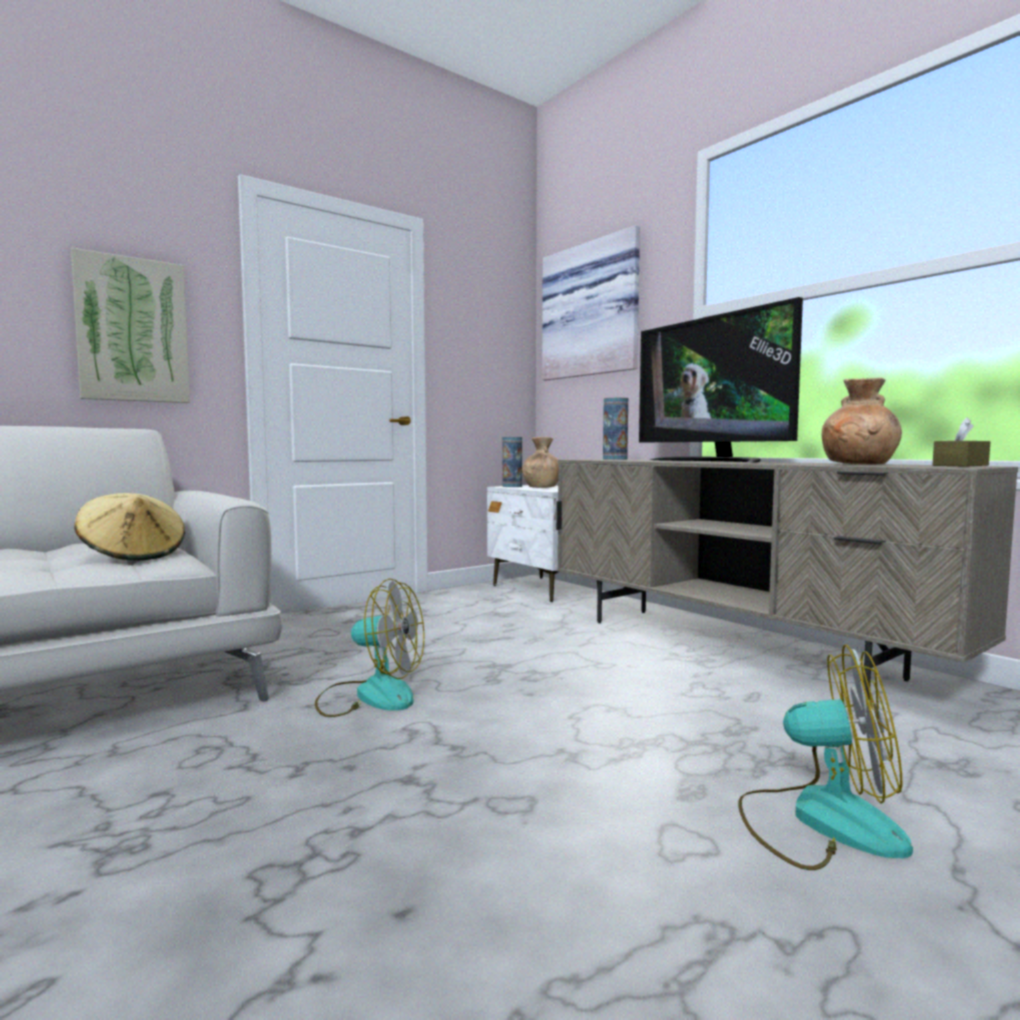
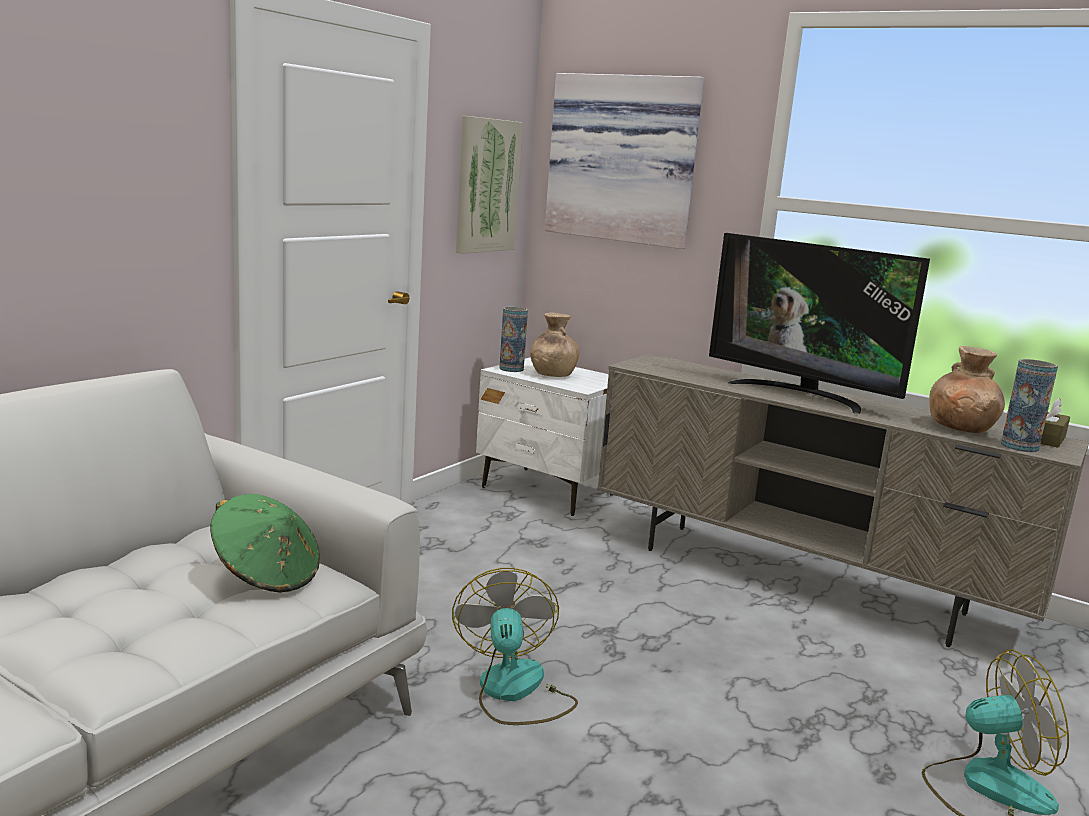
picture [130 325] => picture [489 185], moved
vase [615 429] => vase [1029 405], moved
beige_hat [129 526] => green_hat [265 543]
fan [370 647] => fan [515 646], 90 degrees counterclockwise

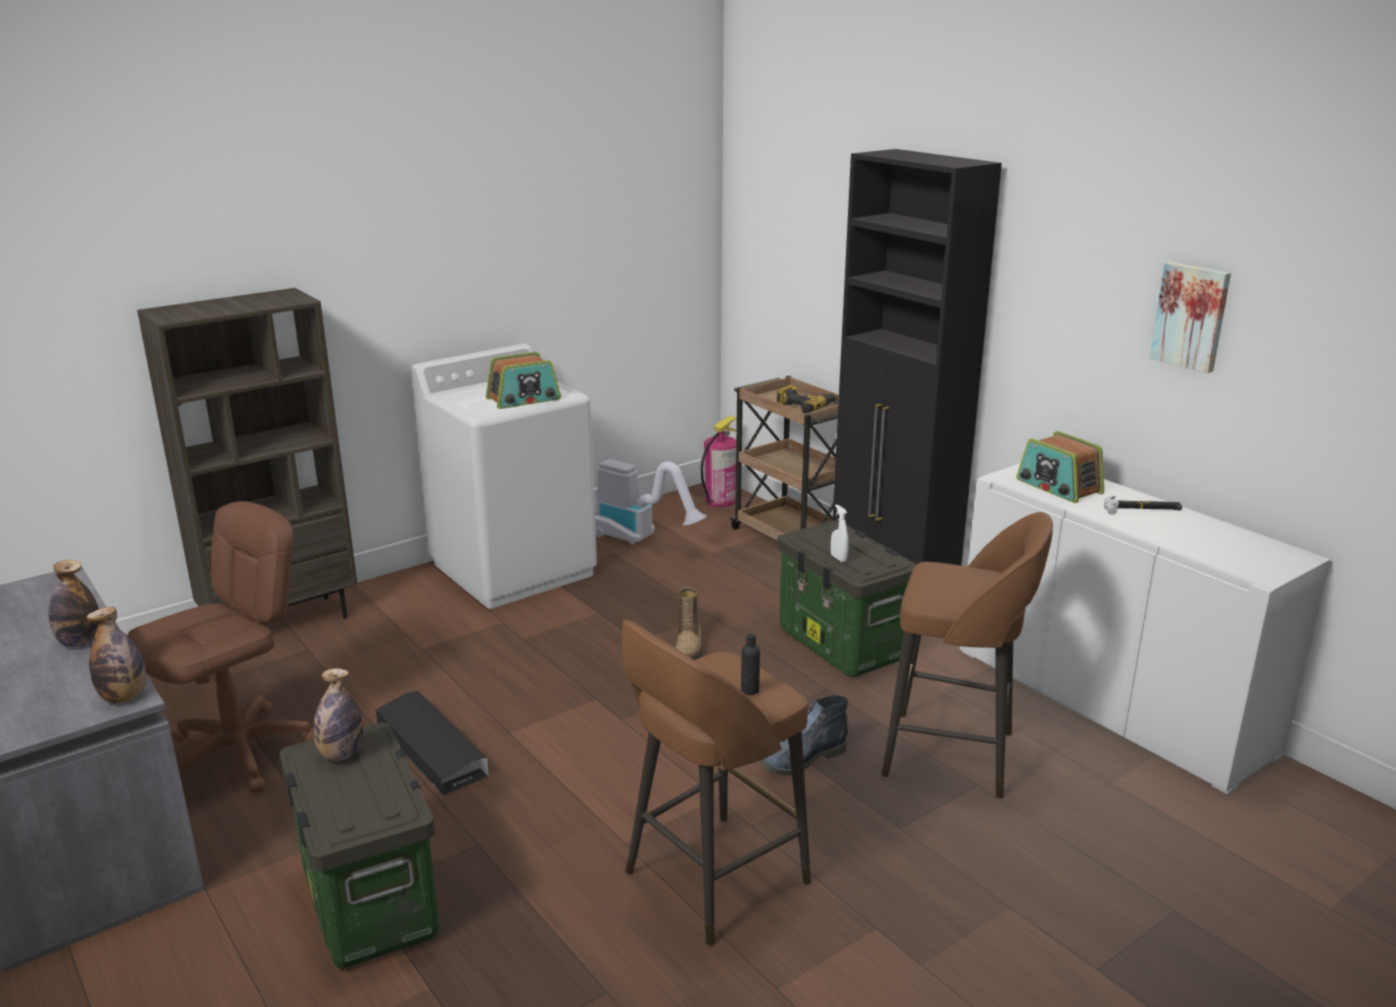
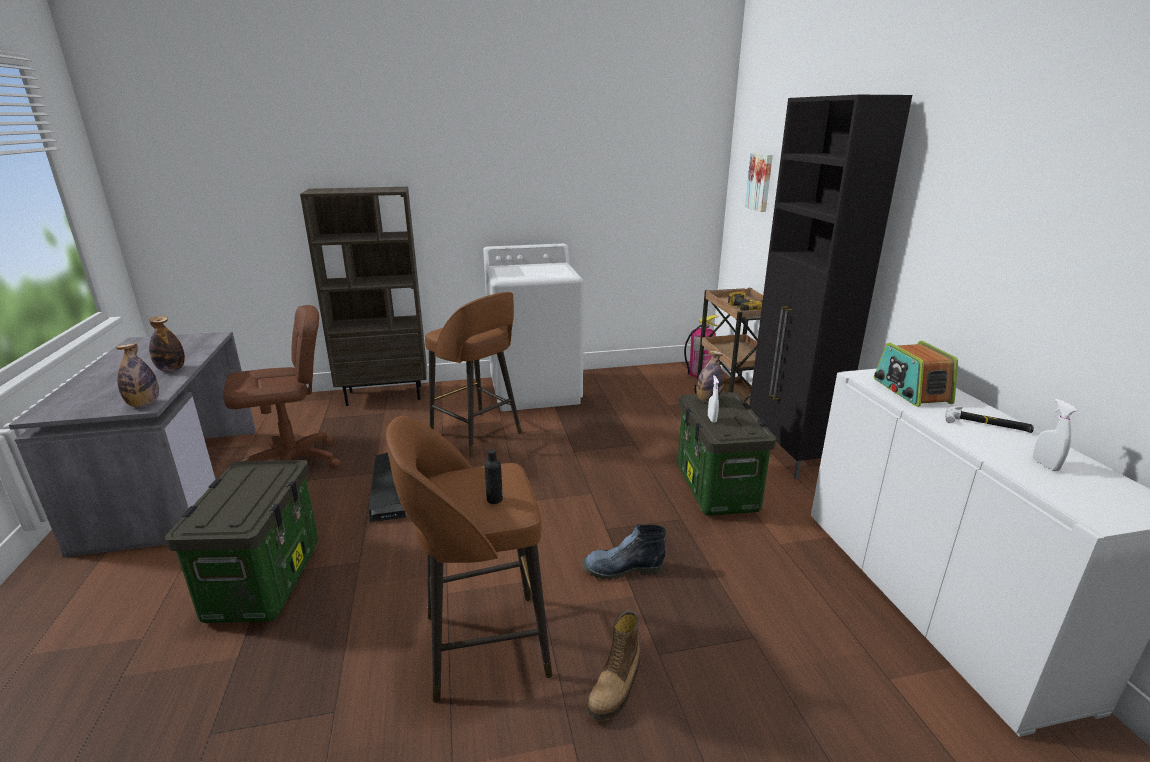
radio [523 380] => nothing
vacuum_cleaner [651 502] => nothing
nothing => white_spray_bottle [1055 435]
bottle [338 714] => bottle [710 377], moved
boot [689 623] => boot [613 665], moved
brown_stool [967 655] => brown_stool [473 374], moved
picture [1190 317] => picture [759 182], moved

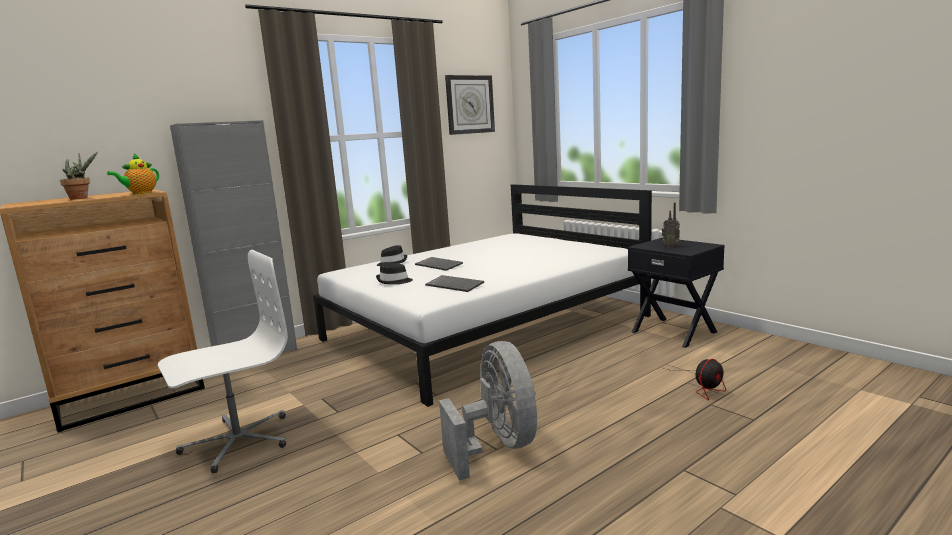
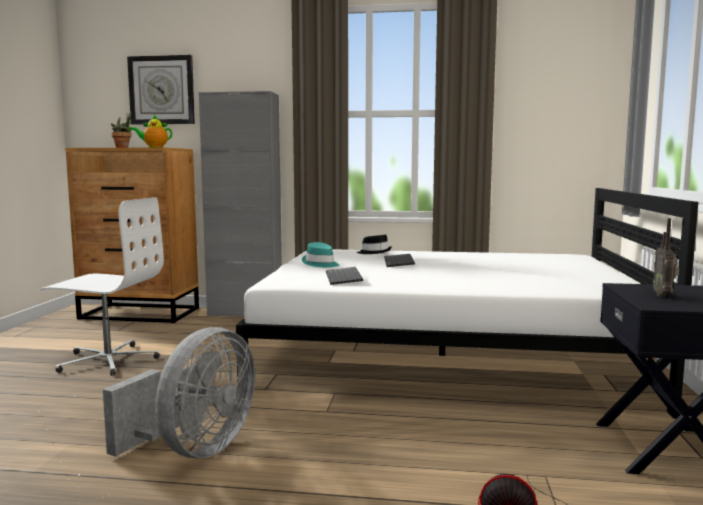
wall_clock [470 105] => wall_clock [161 90], moved
black_hat [394 273] => turquoise_hat [320 254]

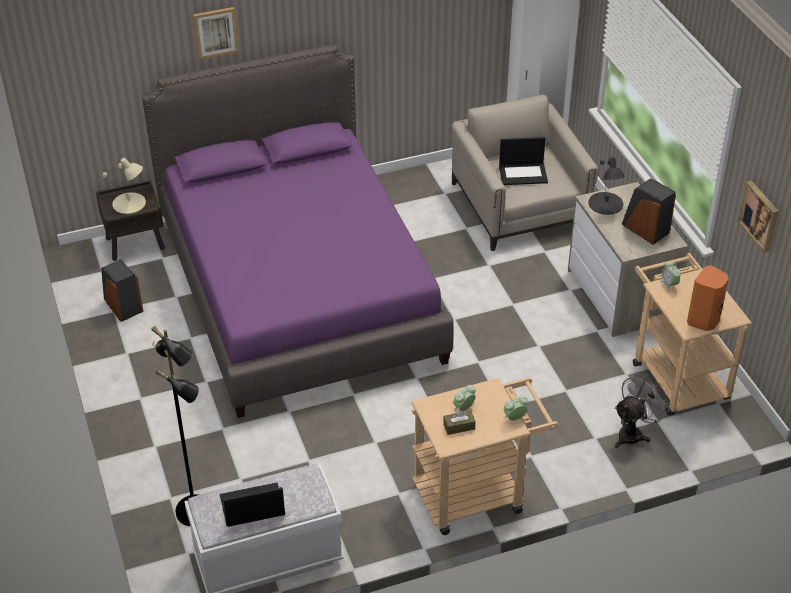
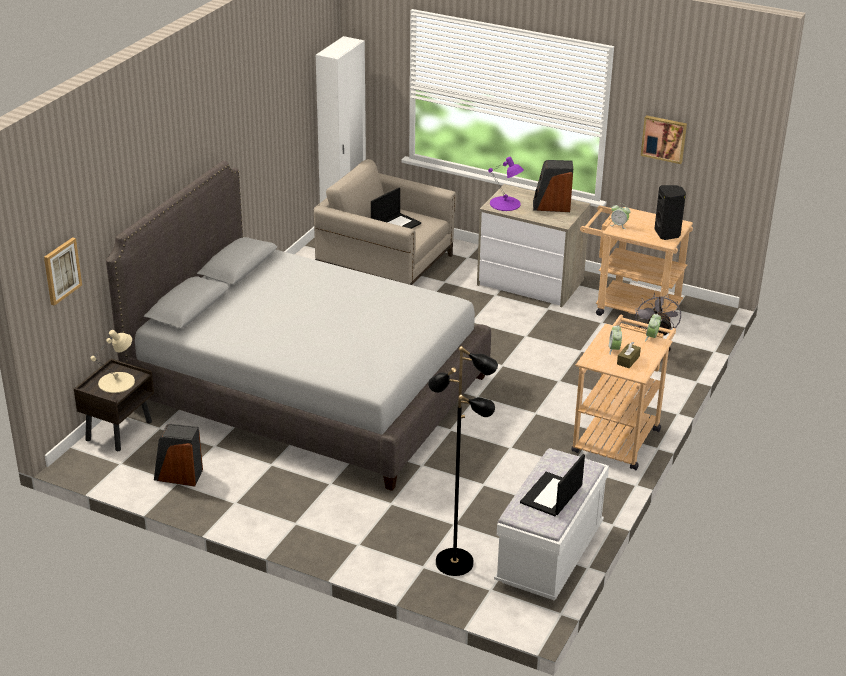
picture [216 33] => picture [63 271], moved
purple_bed [298 231] => grey_bed [298 326]
black_table_lamp [606 186] => purple_table_lamp [506 184]
orange_speaker [708 298] => black_speaker [670 212]

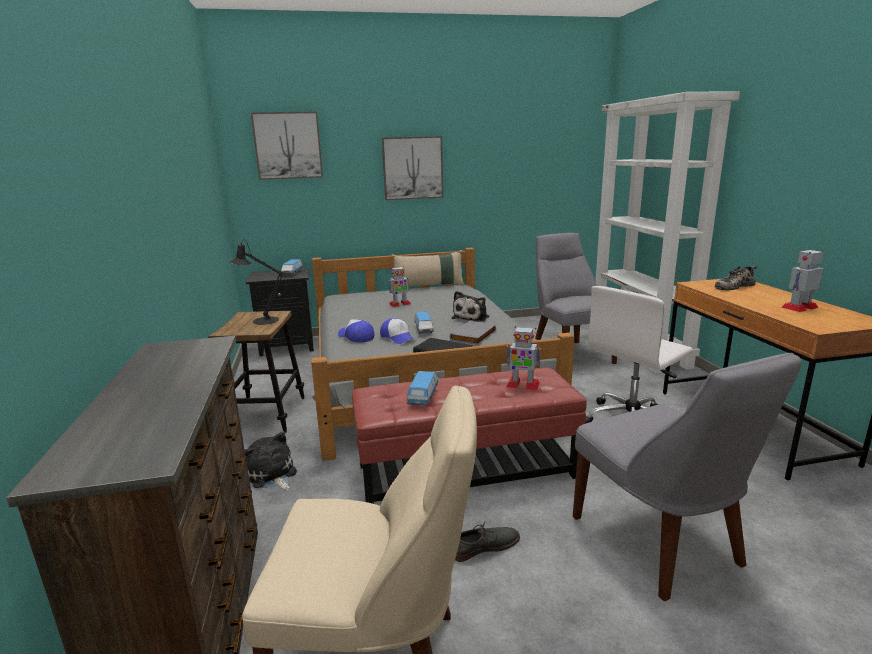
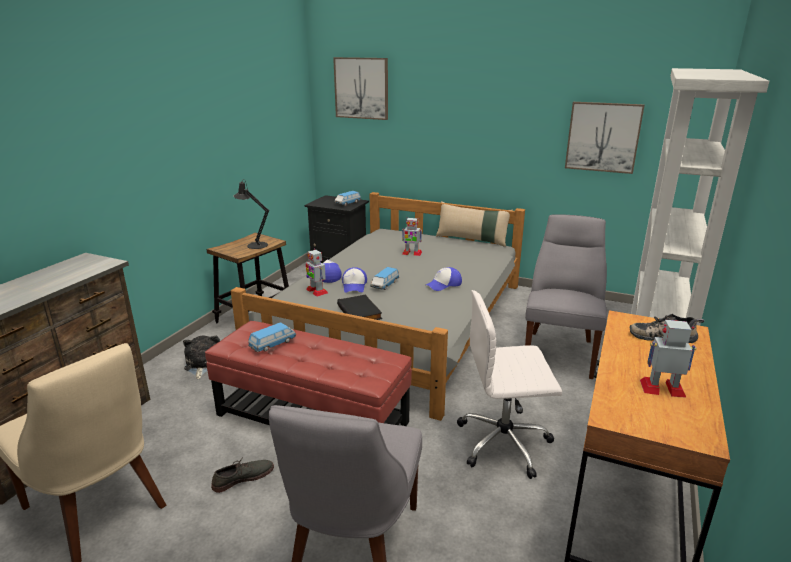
grey_book [473 332] => nothing
picture [412 168] => picture [605 138], moved
toy_robot [523 358] => toy_robot [317 273], moved
plush_toy [470 306] => cap [444 279]
grey_shoe [487 542] => grey_shoe [242 476], 45 degrees counterclockwise

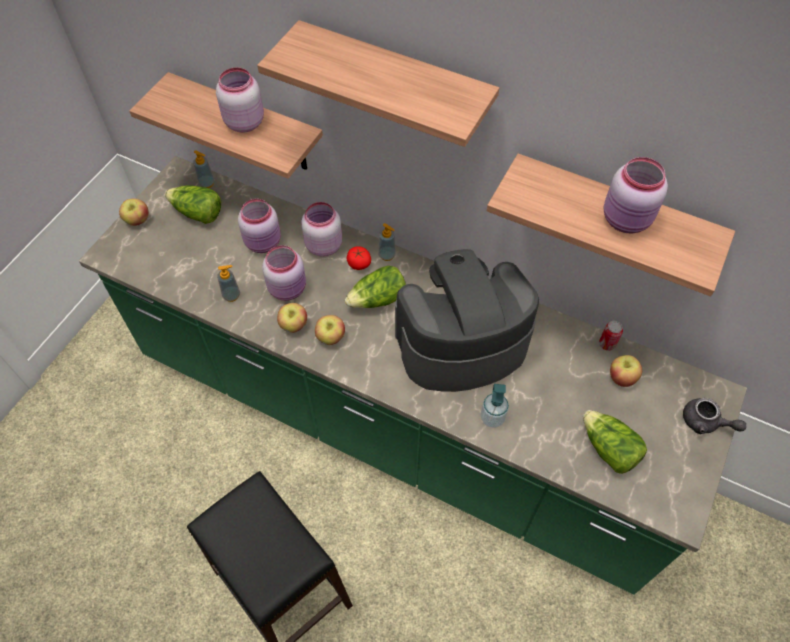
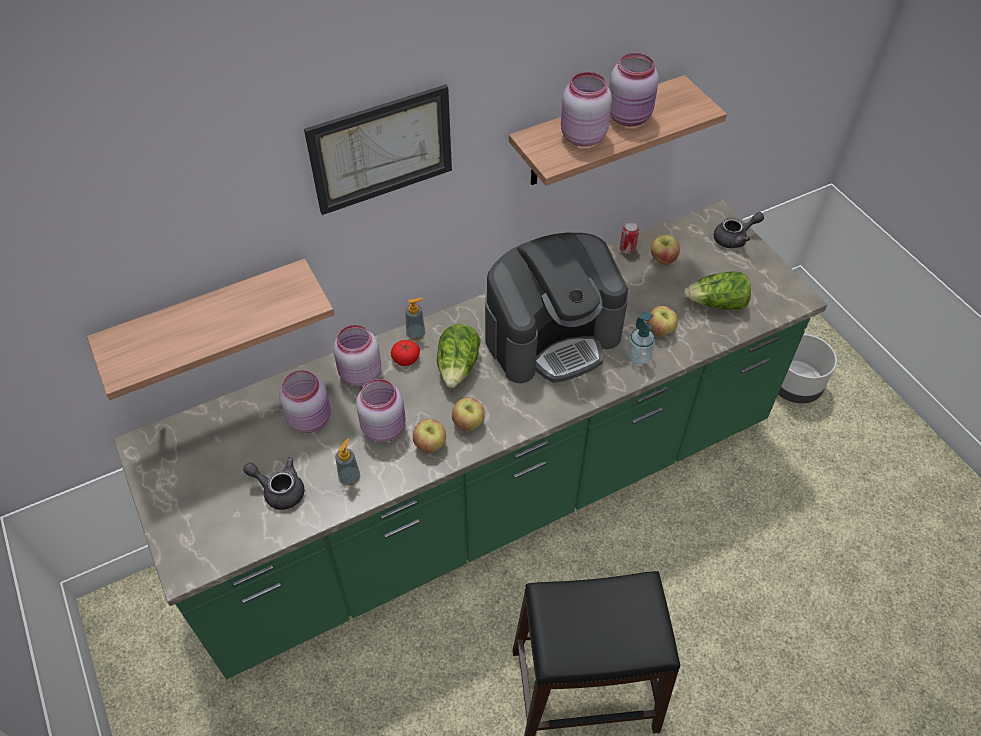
lettuce [193 204] => nothing
soap_dispenser [204 169] => nothing
nothing => grey_teapot [274 483]
nothing => grey_planter [807 369]
apple [134 212] => apple [662 321], moved
pink_jar [240 100] => pink_jar [586 109], moved
shelf [378 83] => picture [378 149]
coffee_machine [467 320] => coffee_machine [556 308], 135 degrees counterclockwise

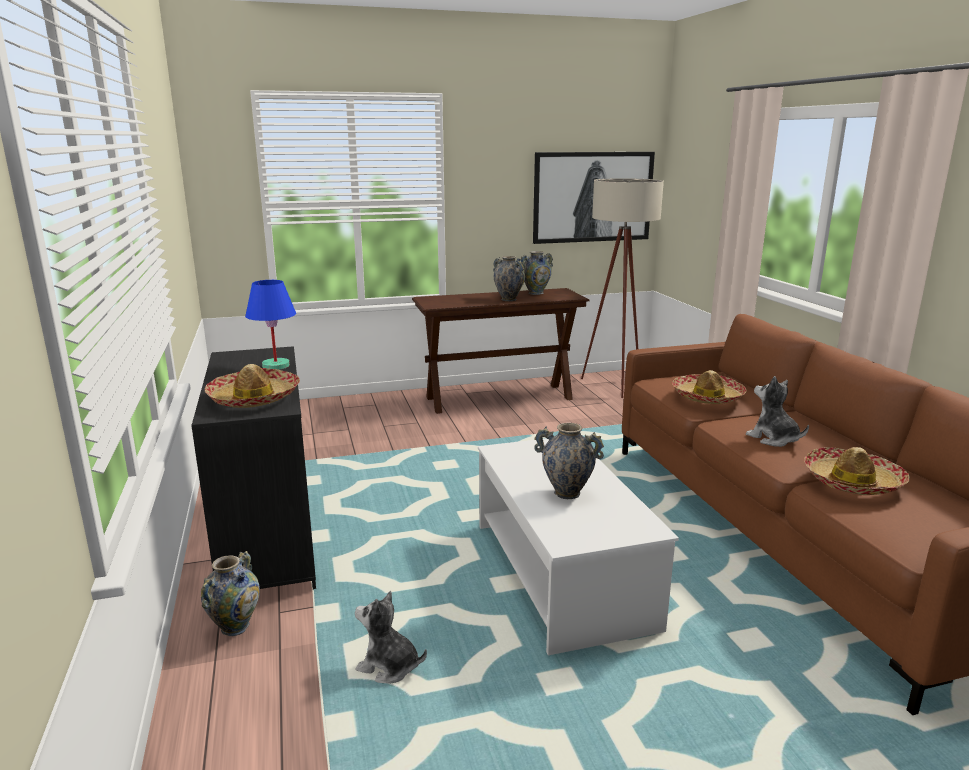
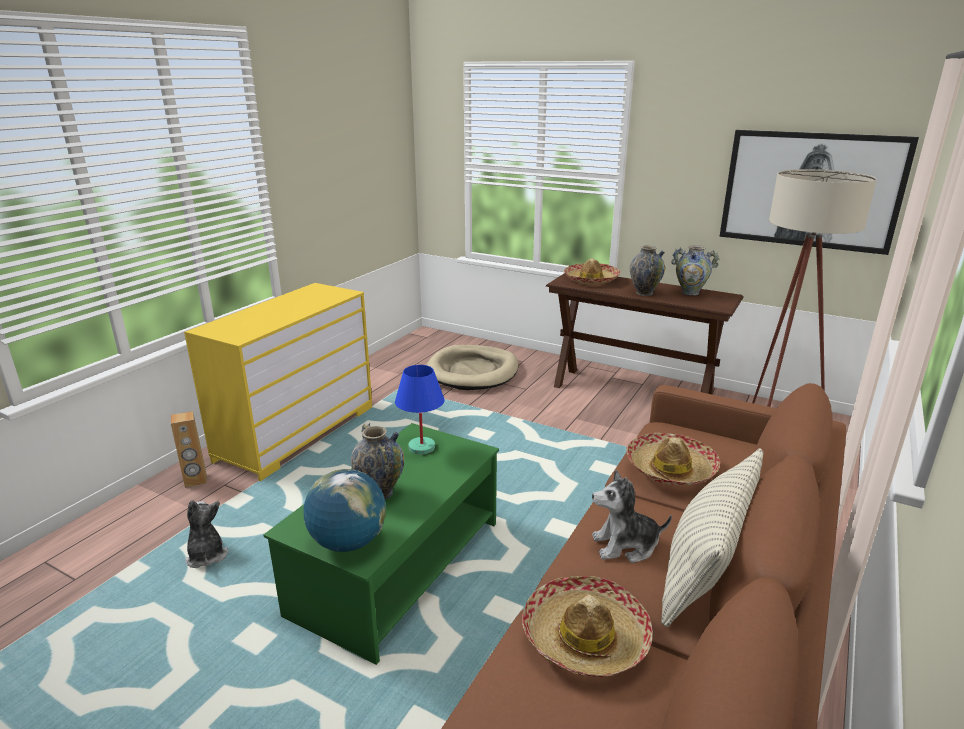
nothing => globe [345 510]
nothing => beige_dog_bed [472 367]
nothing => pillow [712 537]
hat [252 386] => hat [592 271], moved
blue_table_lamp [270 325] => blue_table_lamp [420 410], moved
vase [230 593] => brown_speaker [189 449]
black_dresser [253 468] => yellow_dresser [278 382]
white_coffee_table [578 546] => green_coffee_table [381 544]
plush_toy [777 411] => plush_toy [632 516], 105 degrees counterclockwise

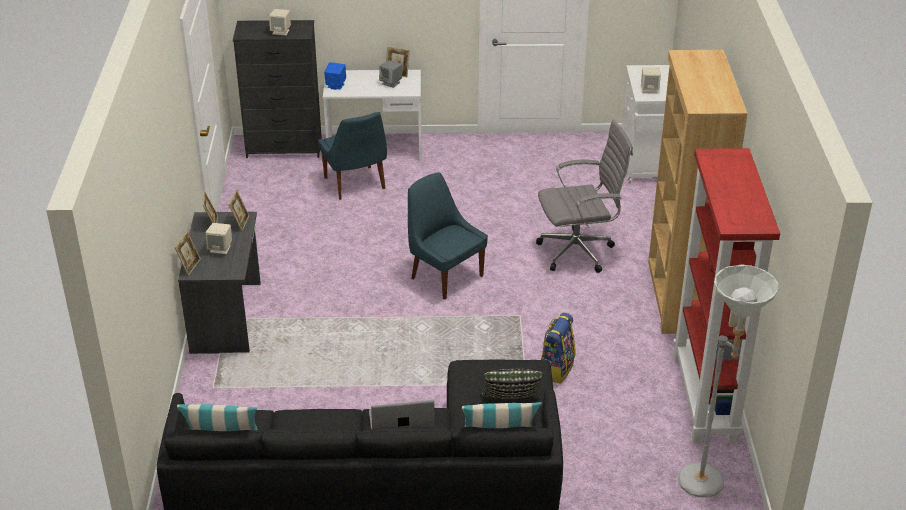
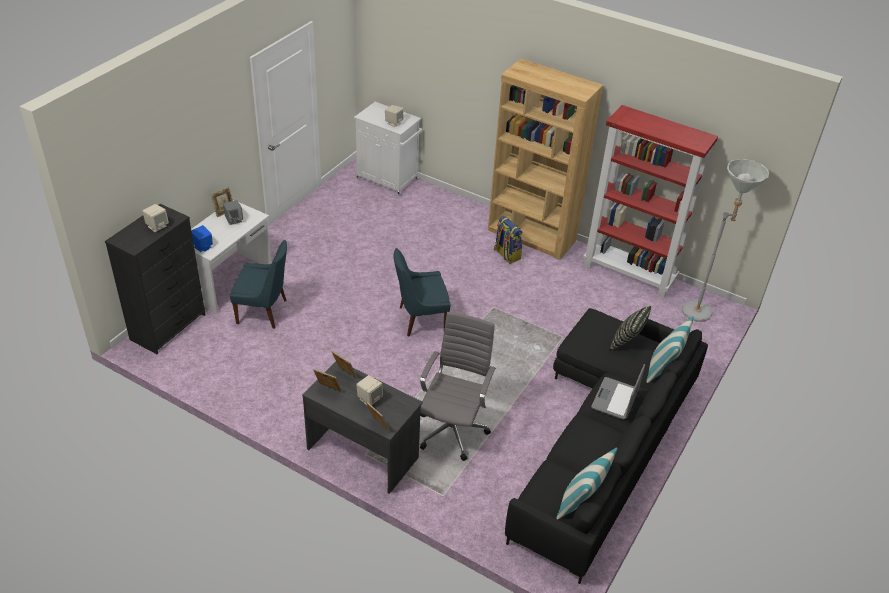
grey_office_chair [584 196] => grey_office_chair [458 386], moved
backpack [558 348] => backpack [508 239], moved

